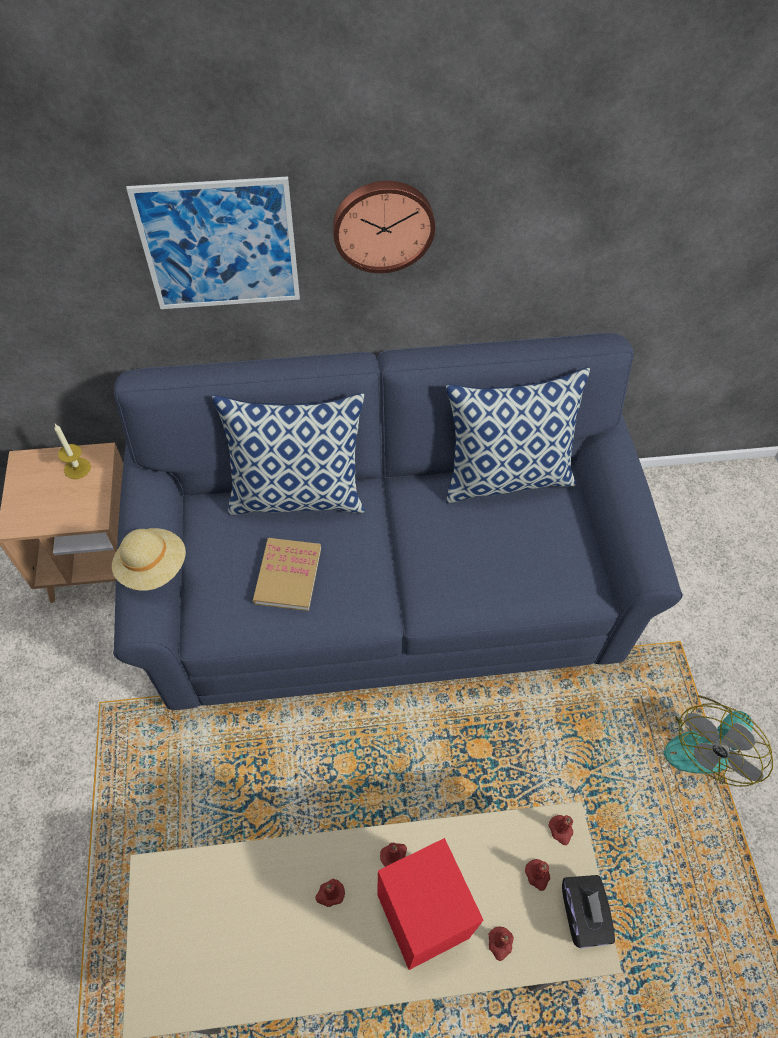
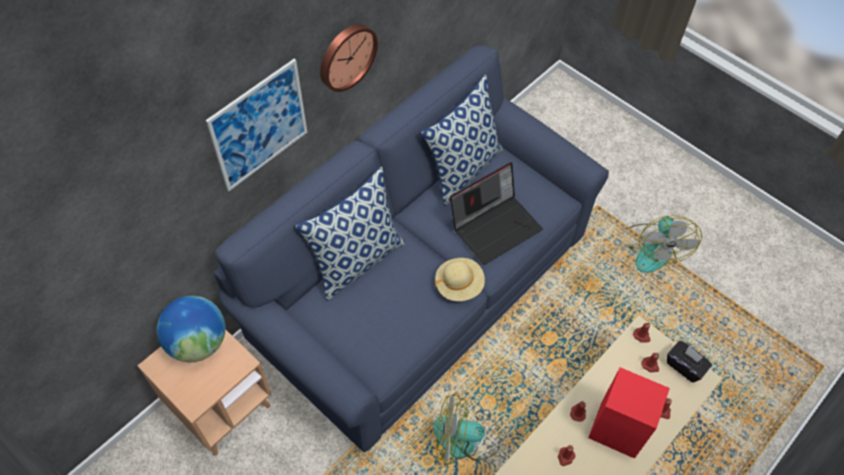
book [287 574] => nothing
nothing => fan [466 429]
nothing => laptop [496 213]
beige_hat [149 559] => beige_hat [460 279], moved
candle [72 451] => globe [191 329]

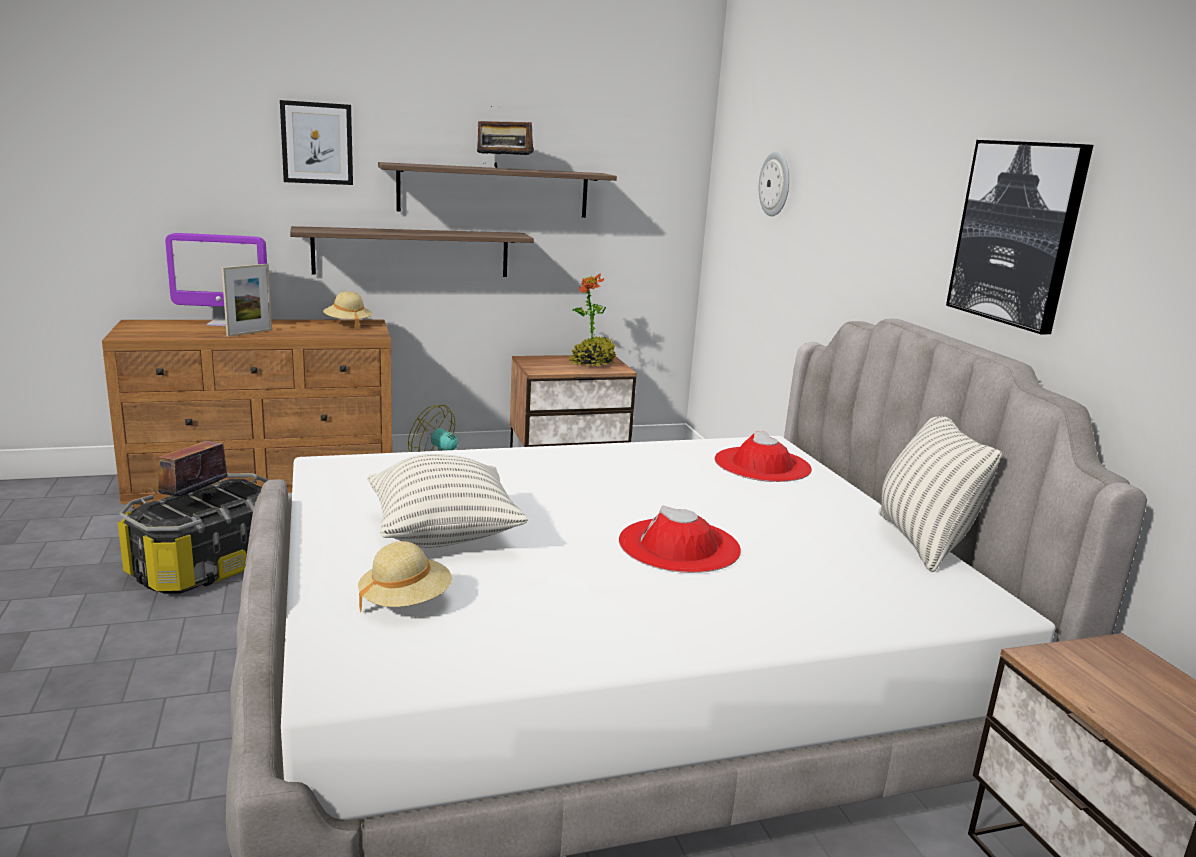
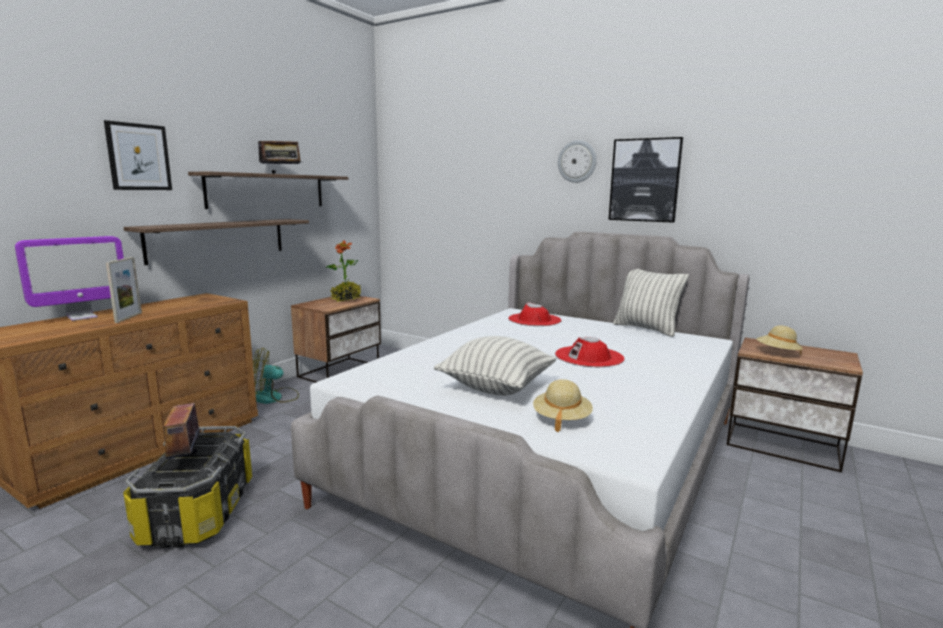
beige_hat [347 310] => beige_hat [780 340], moved
wall_clock [774 184] => wall_clock [577 161], moved

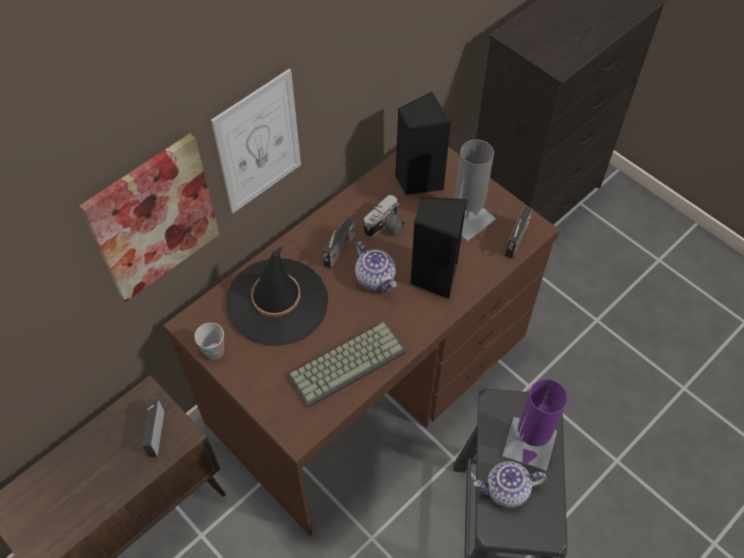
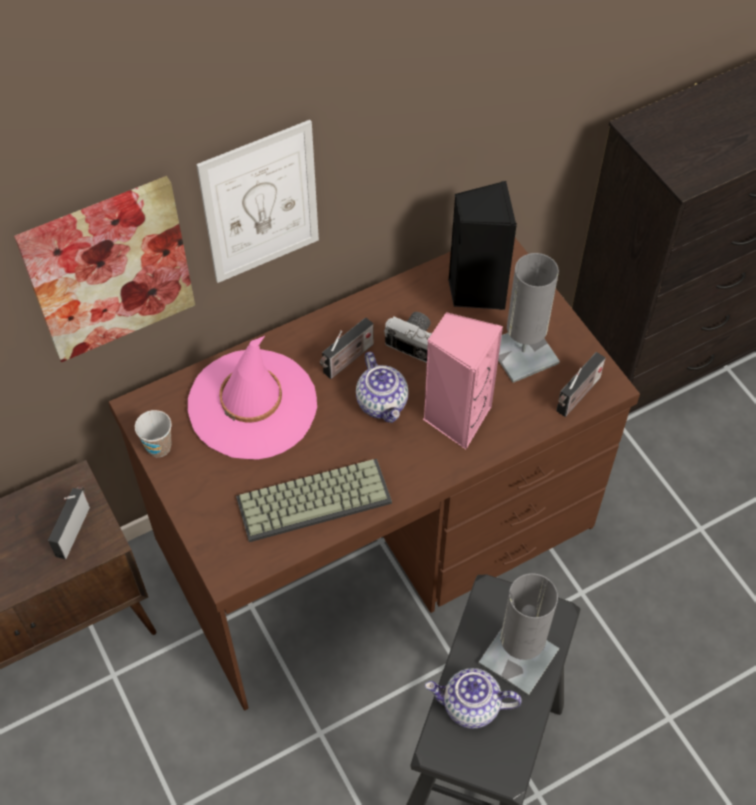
black_hat [277 296] => pink_hat [252 397]
black_speaker [438 248] => pink_speaker [463 381]
purple_table_lamp [535 425] => grey_table_lamp [518 634]
photo_camera [384 216] => photo_camera [408 337], 120 degrees counterclockwise

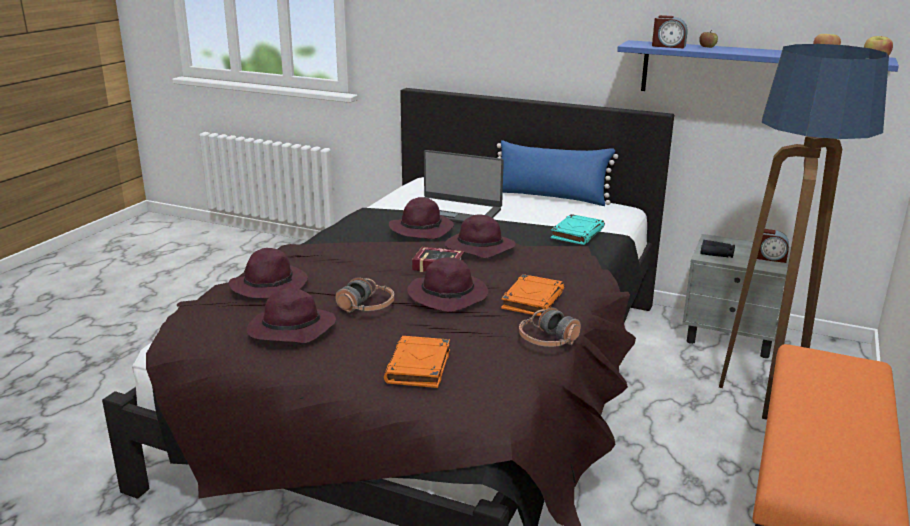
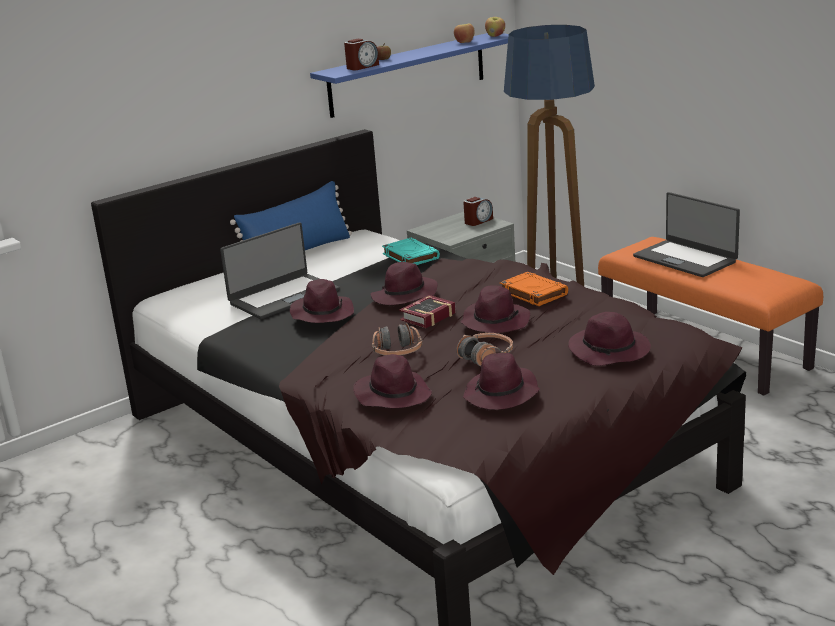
black_binoculars [717 249] => nothing
nothing => laptop [686 234]
headphones [550 327] => headphones [397 339], moved
orange_book [417 362] => purple_hat [609 339]

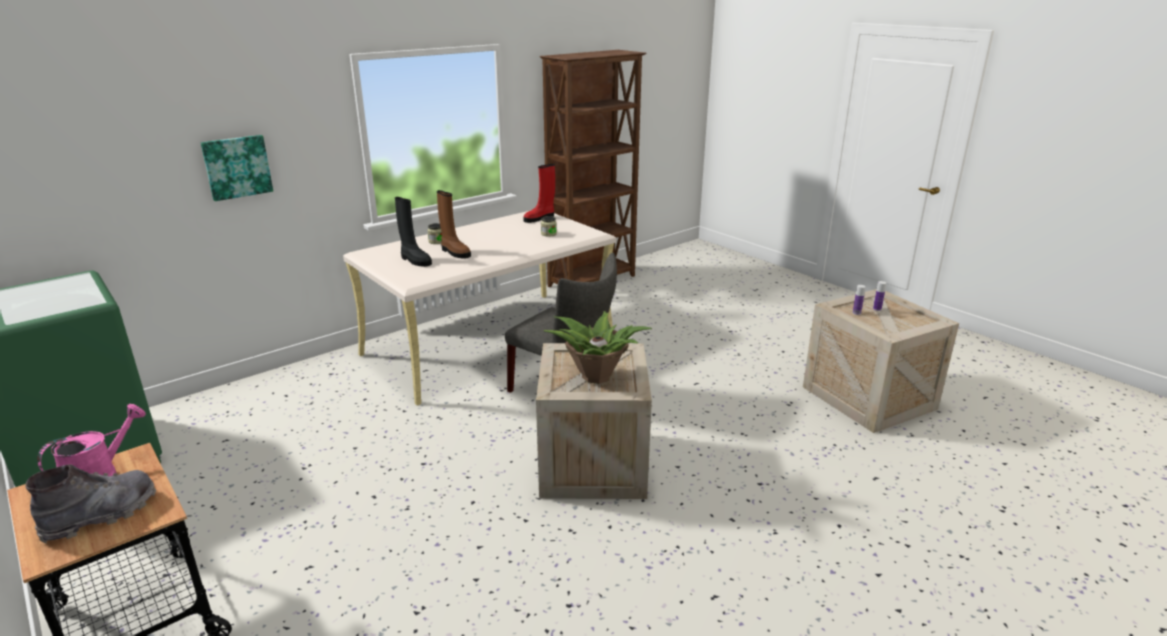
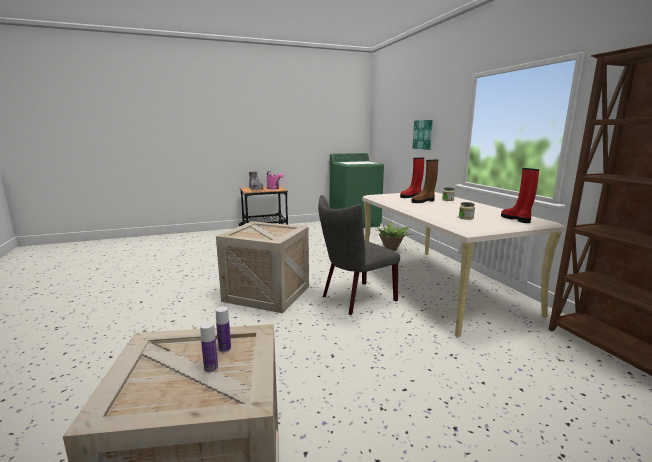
potted_plant [598 347] => potted_plant [393 236], moved
black_boot [413 232] => red_boot [412 177]

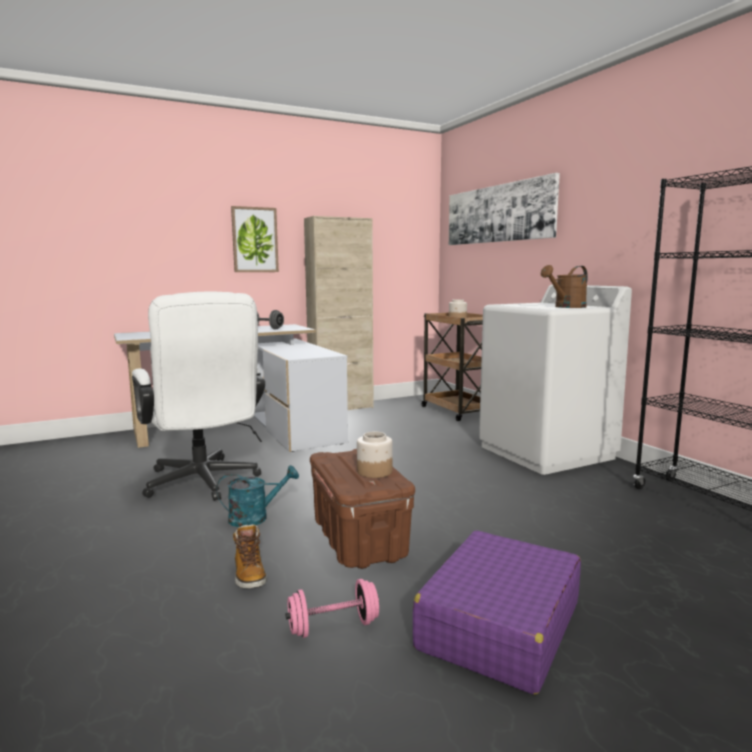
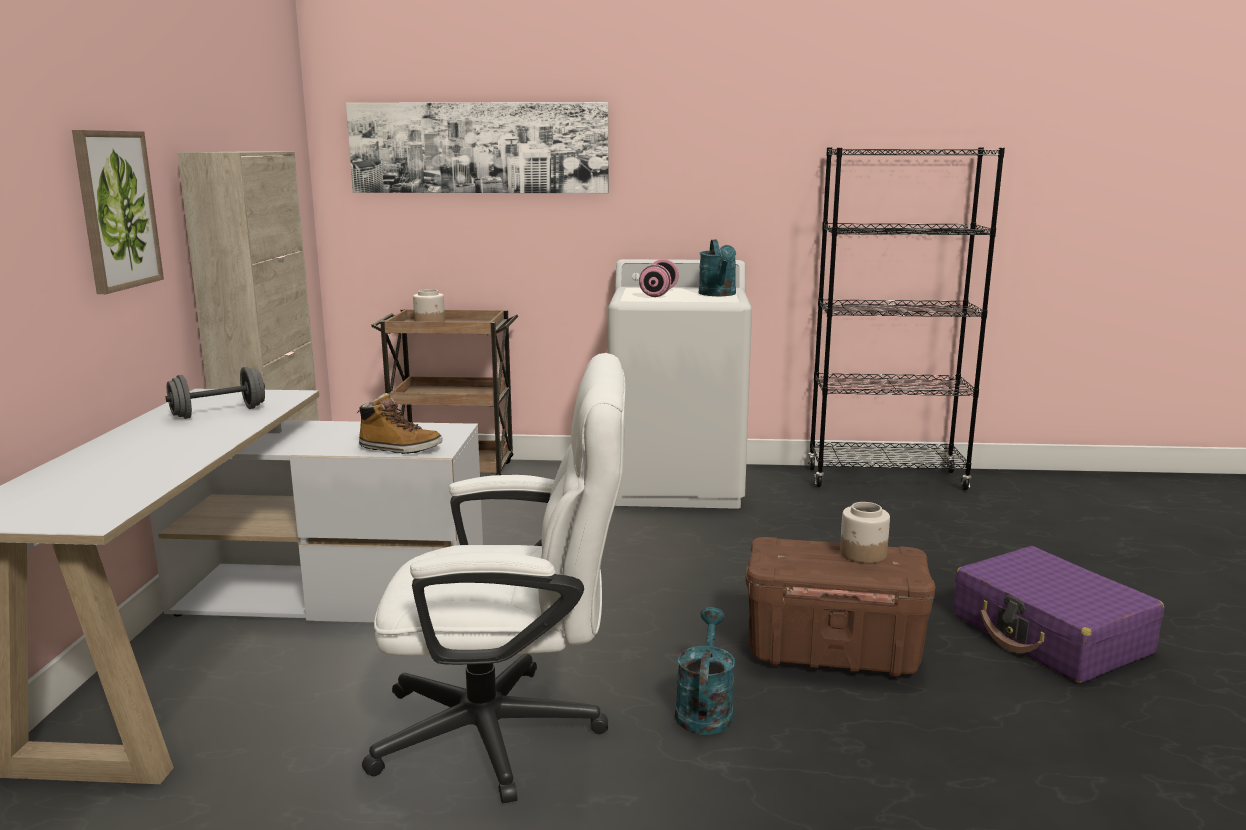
boot [250 556] => boot [400 423], moved
pink_dumbbell [332 608] => pink_dumbbell [659 278], moved
brown_watering_can [564 286] => turquoise_watering_can [717 268]

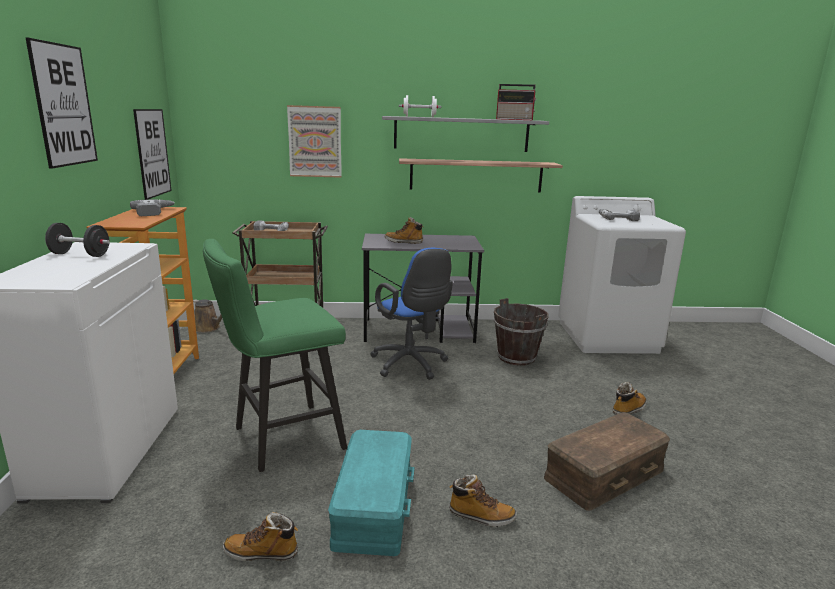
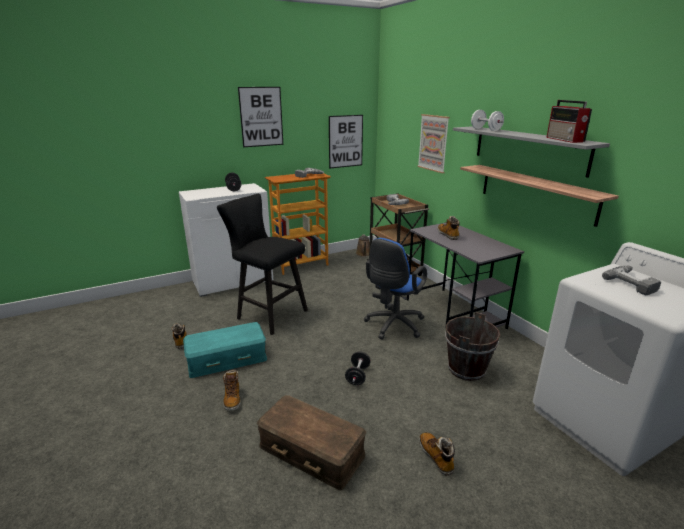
nothing => black_dumbbell [358 368]
green_stool [275 355] => black_stool [262 264]
boot [630 398] => boot [437 454], 135 degrees counterclockwise

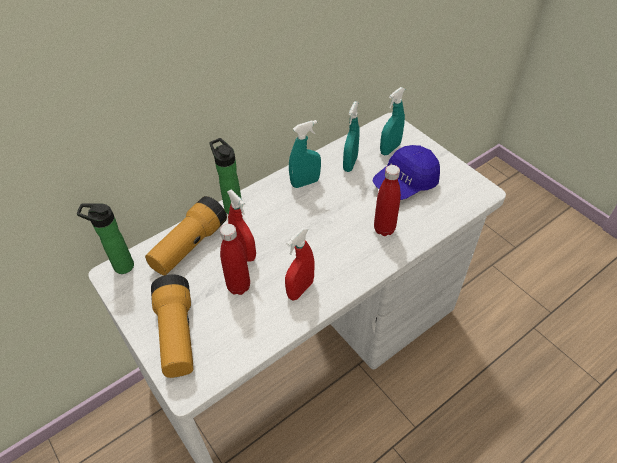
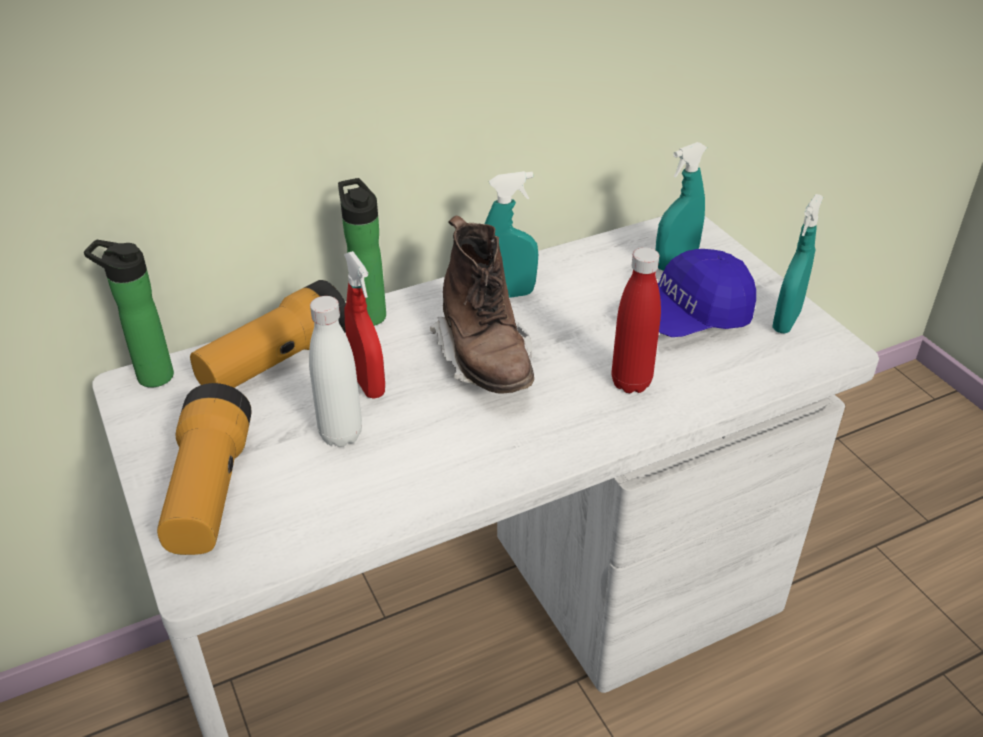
red_spray_bottle [299 264] => nothing
nothing => brown_boot [482 305]
turquoise_spray_bottle [351 136] => turquoise_spray_bottle [797 264], moved
red_bottle [235 259] => white_bottle [335 371]

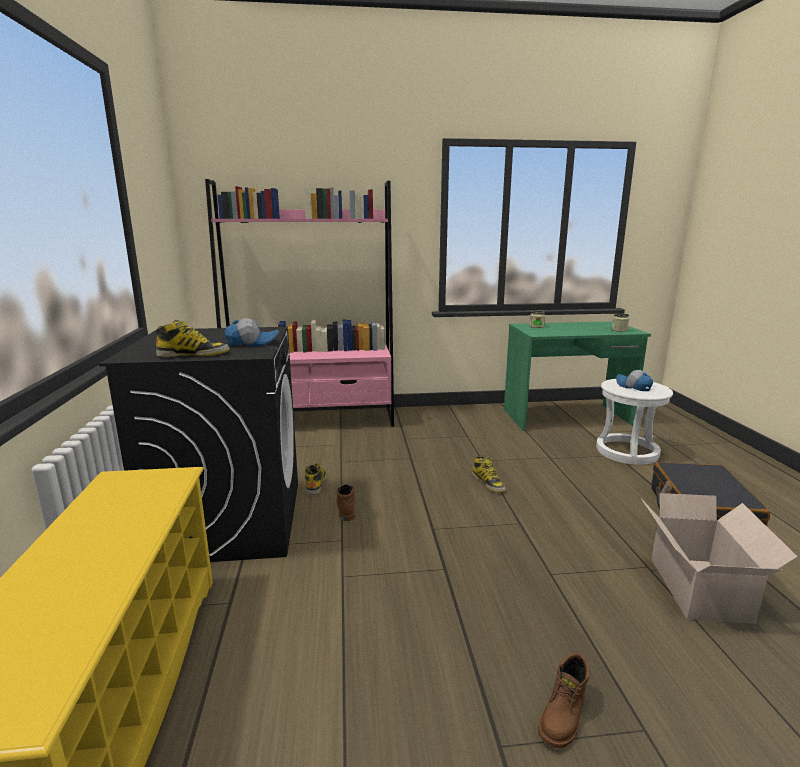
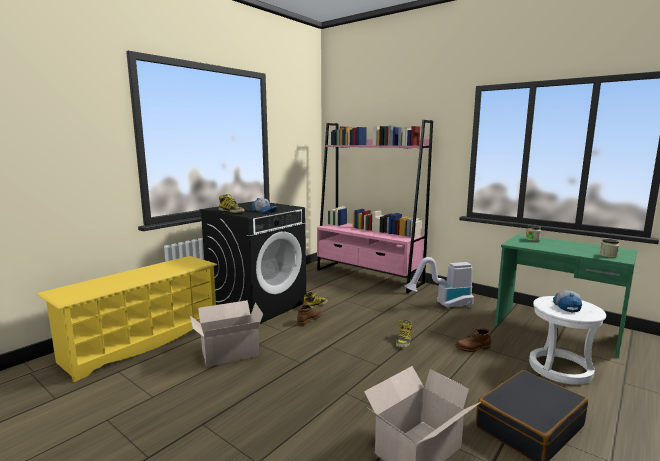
nothing => cardboard_box [226 333]
nothing => vacuum_cleaner [439 283]
brown_boot [564 700] => brown_boot [473 340], moved

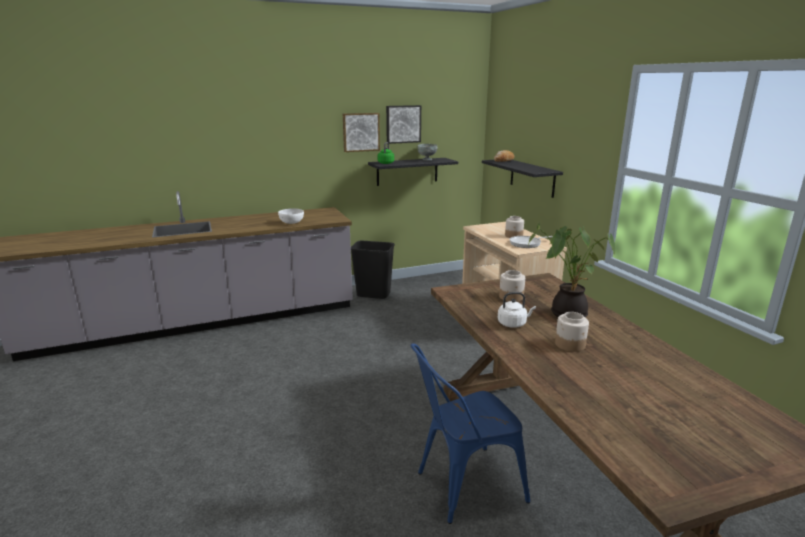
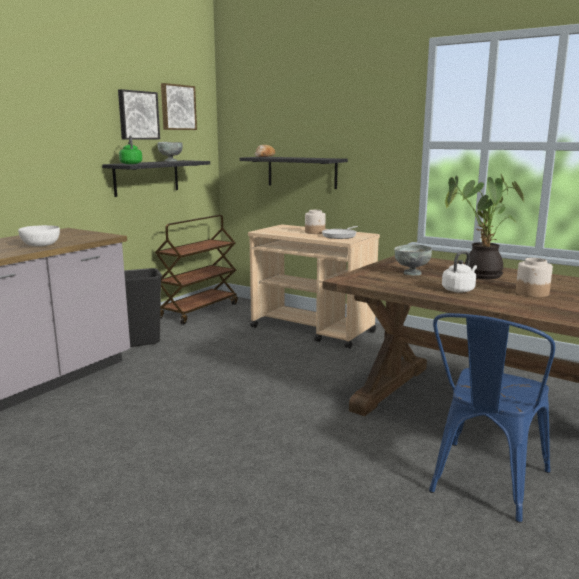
nothing => brown_cart [196 270]
picture [361 132] => picture [179 106], moved
jar [512 286] => grey_bowl [413 260]

